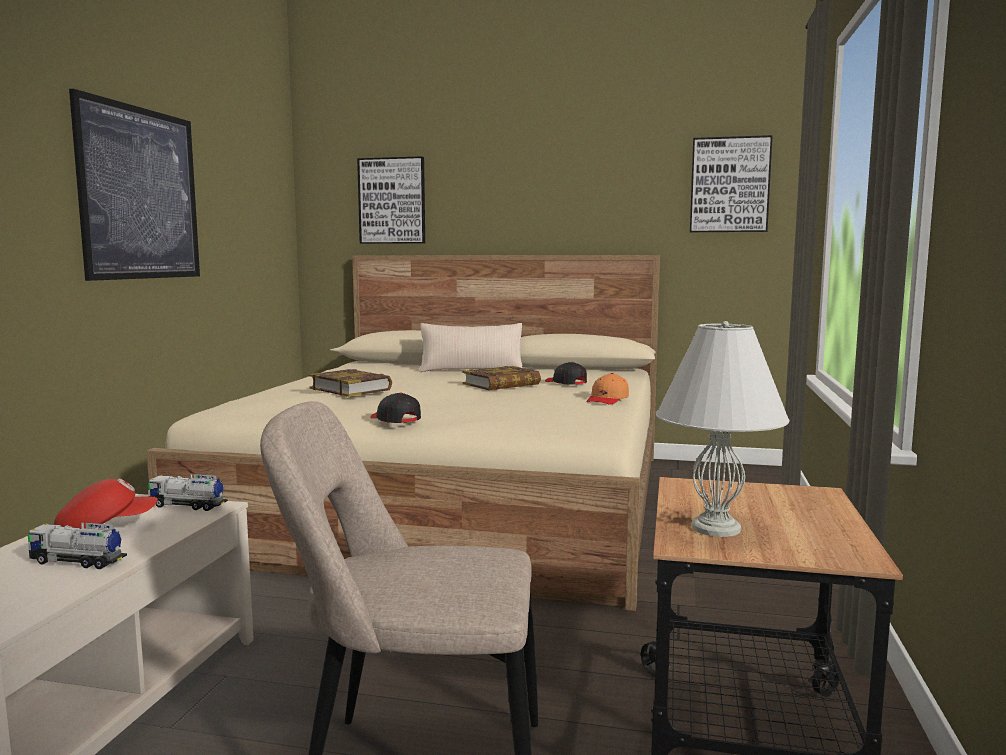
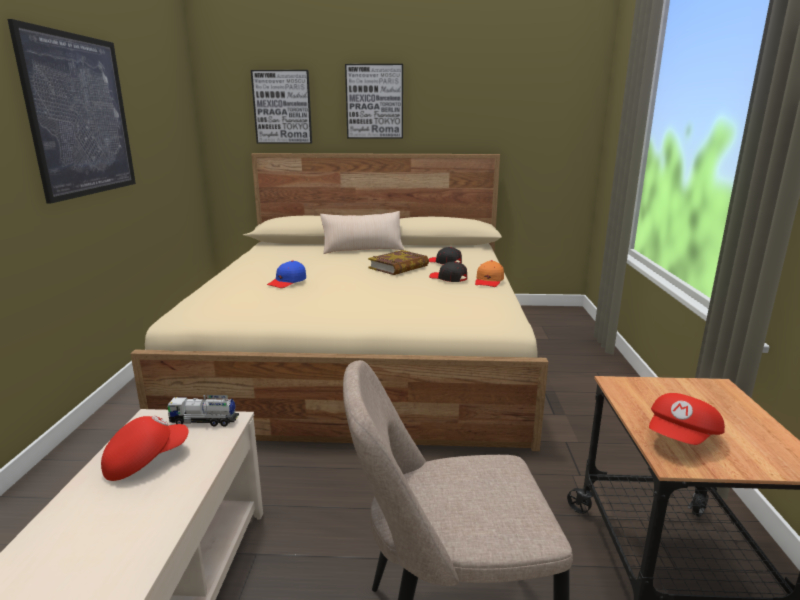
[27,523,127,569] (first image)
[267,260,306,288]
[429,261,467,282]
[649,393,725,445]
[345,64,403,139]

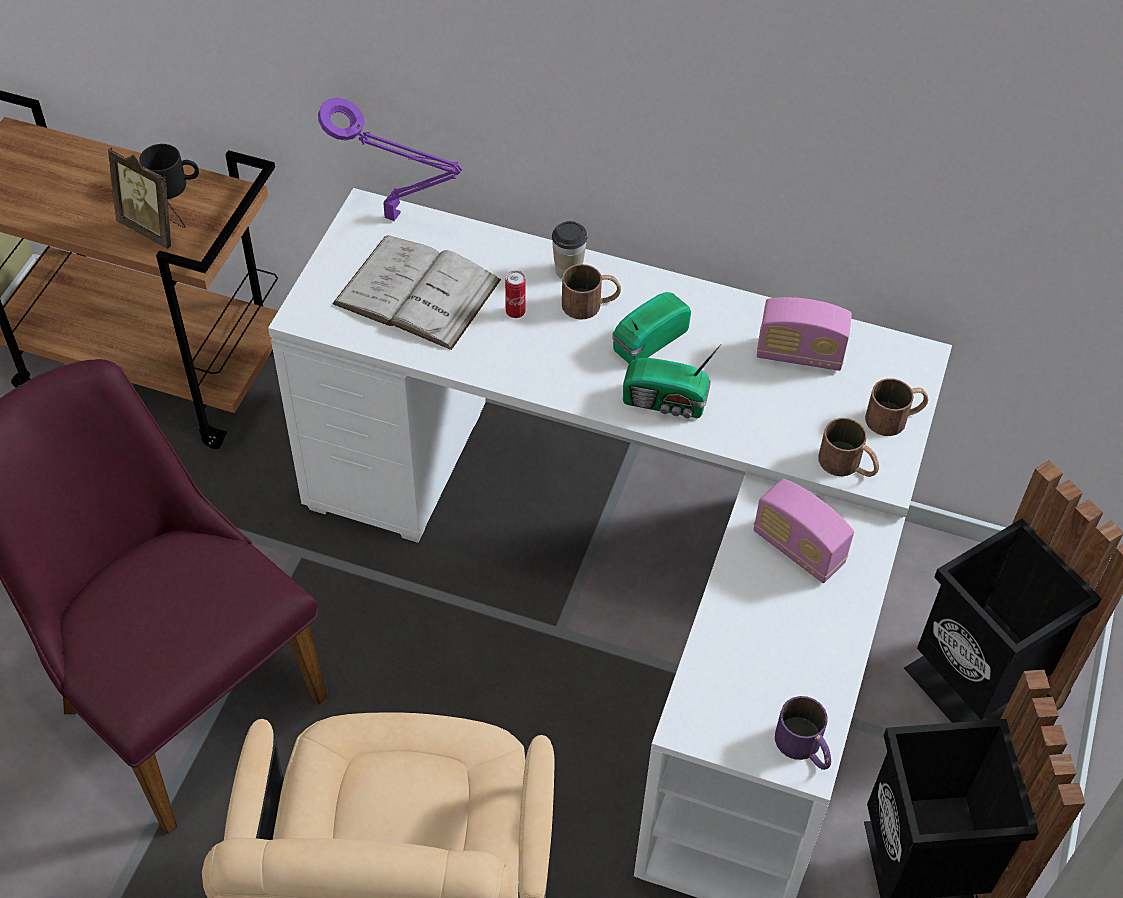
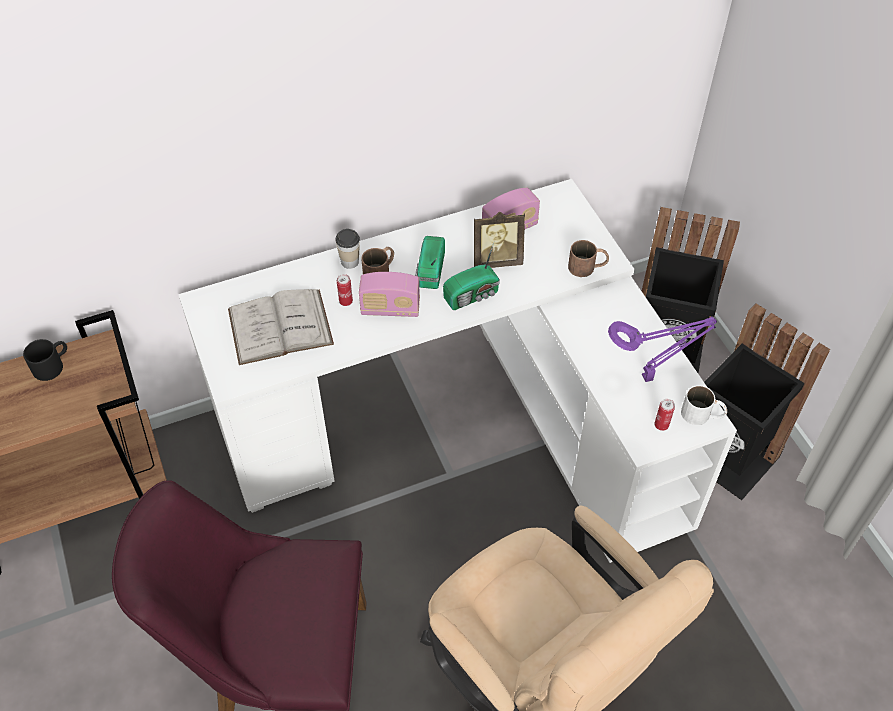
[474,212,525,268]
[608,316,717,382]
[359,272,420,317]
[681,385,727,425]
[865,378,928,436] (first image)
[655,399,675,431]

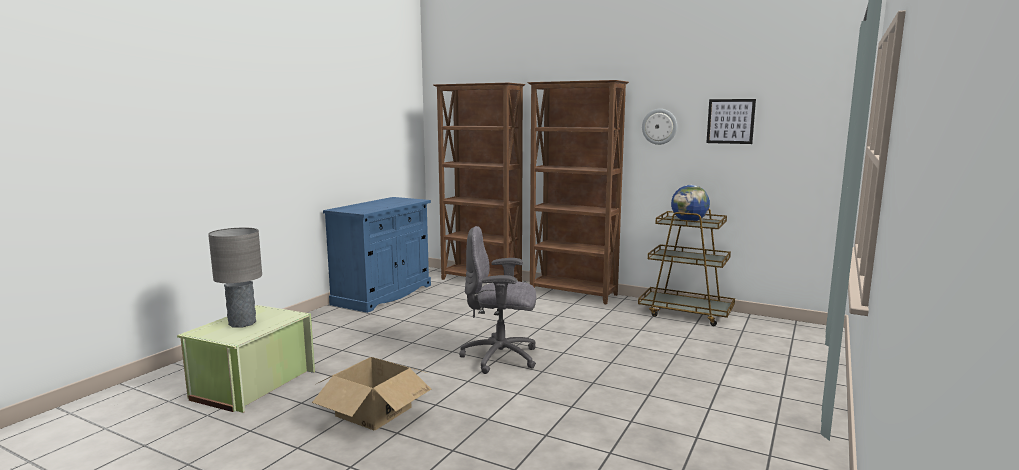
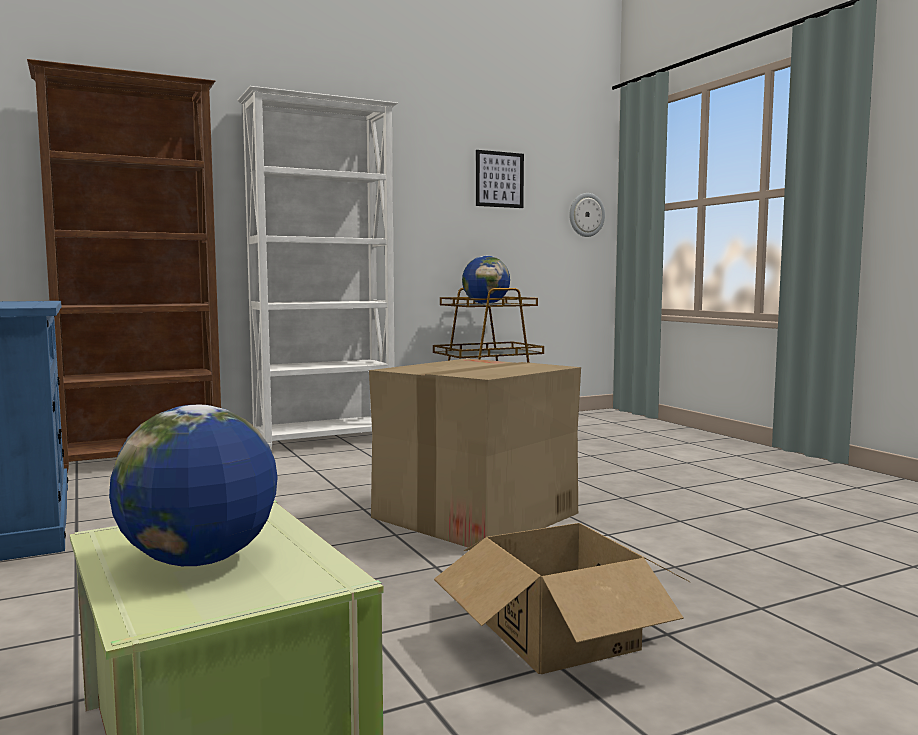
[109,405,278,566]
[369,358,581,548]
[237,86,398,449]
[569,193,605,237]

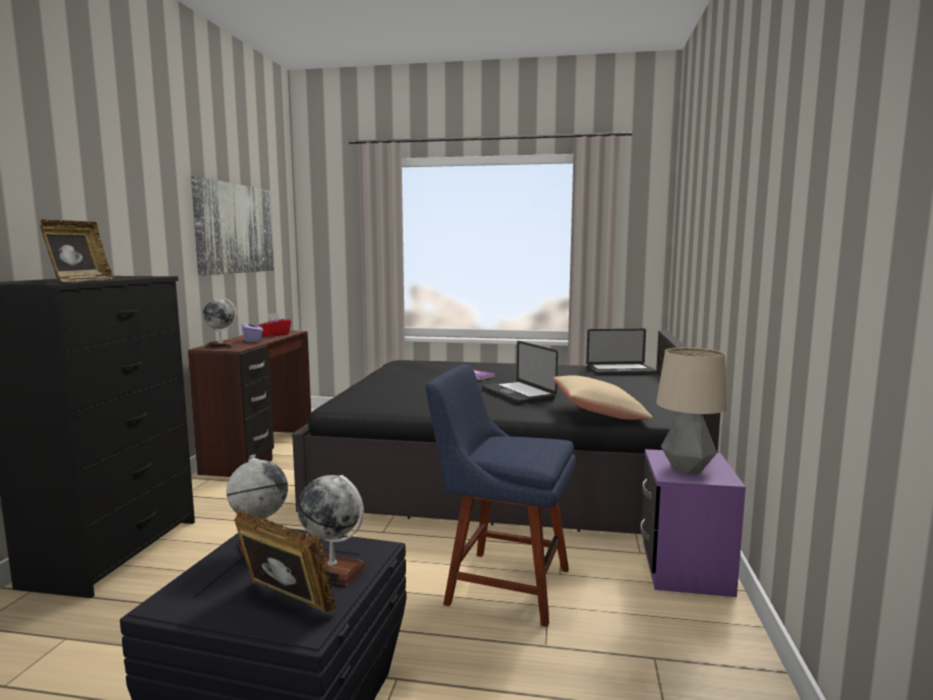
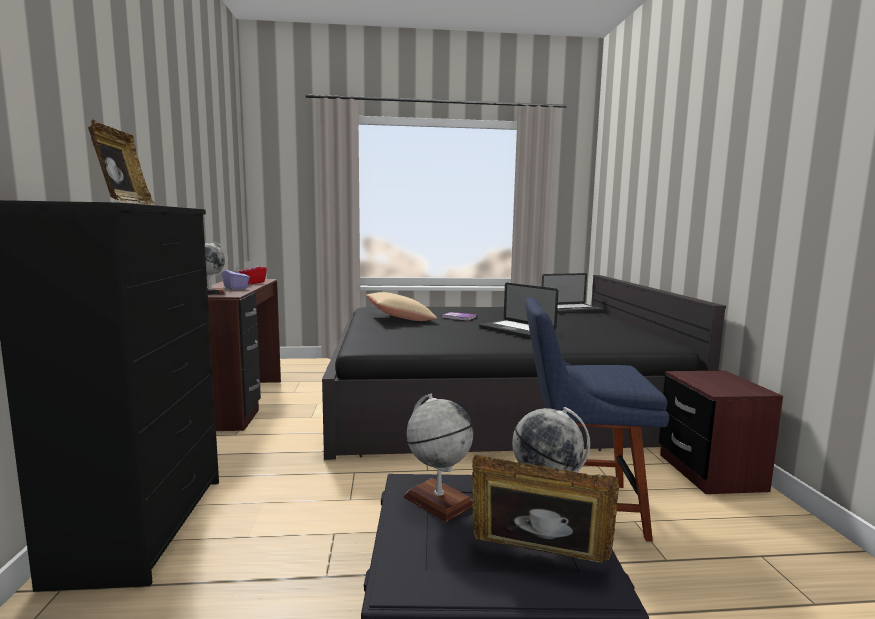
[191,176,274,276] (first image)
[366,292,437,321]
[659,371,783,494]
[656,347,728,474] (first image)

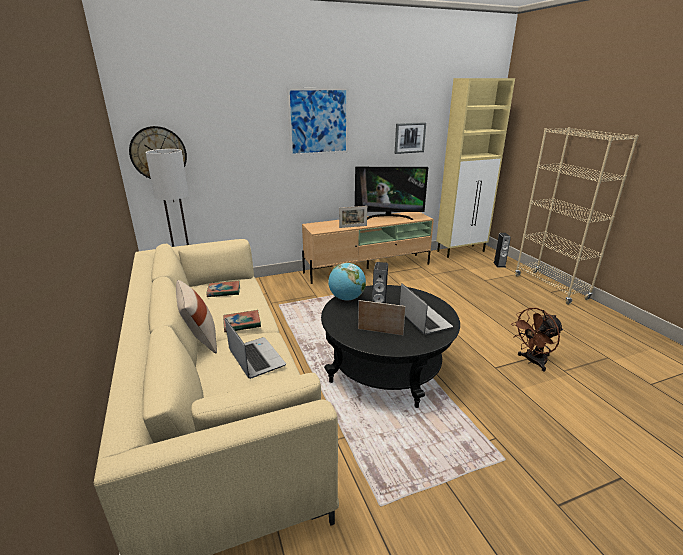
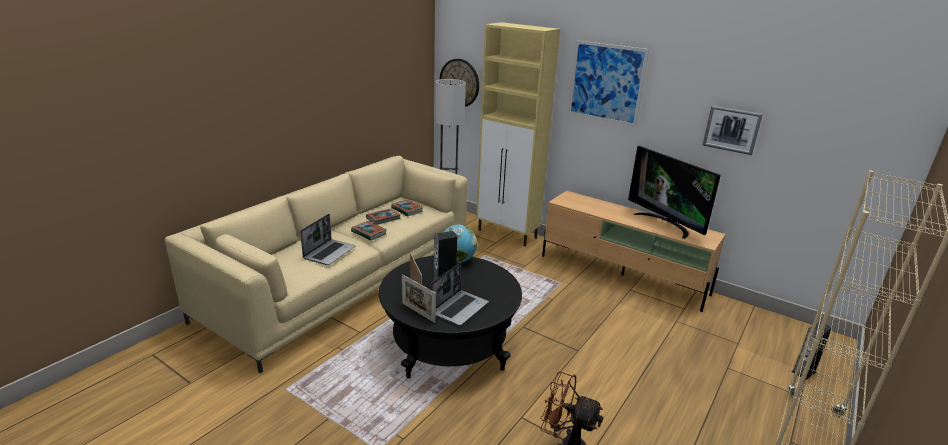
[176,280,217,354] (first image)
[402,274,436,323]
[476,22,560,246]
[366,208,400,225]

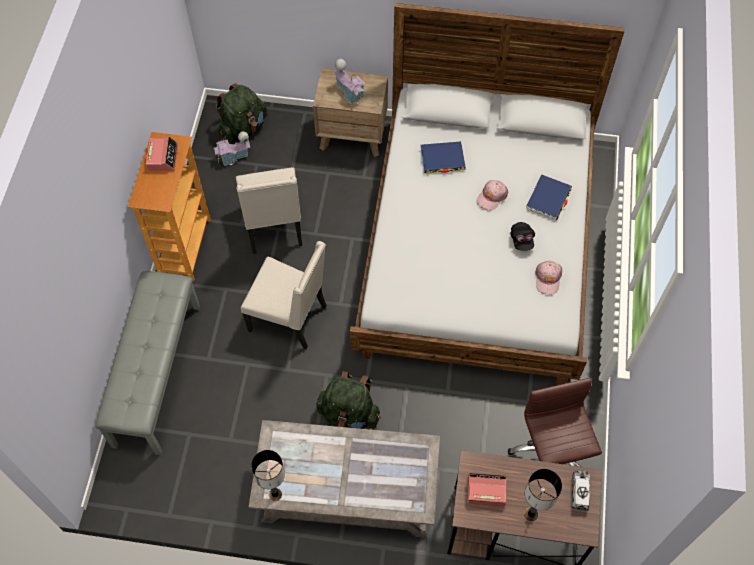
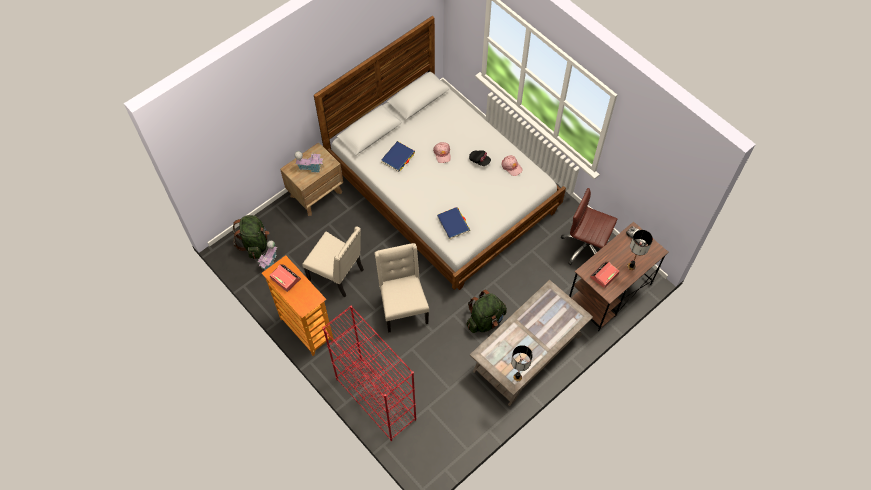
[323,305,416,441]
[375,243,429,333]
[437,207,470,240]

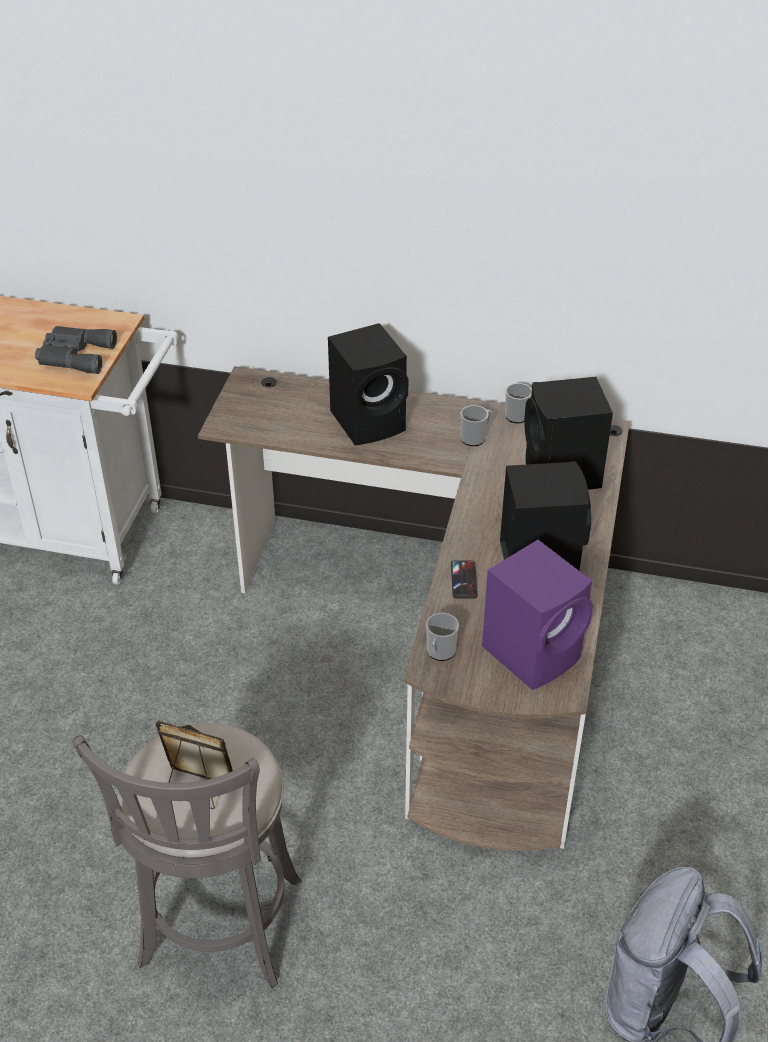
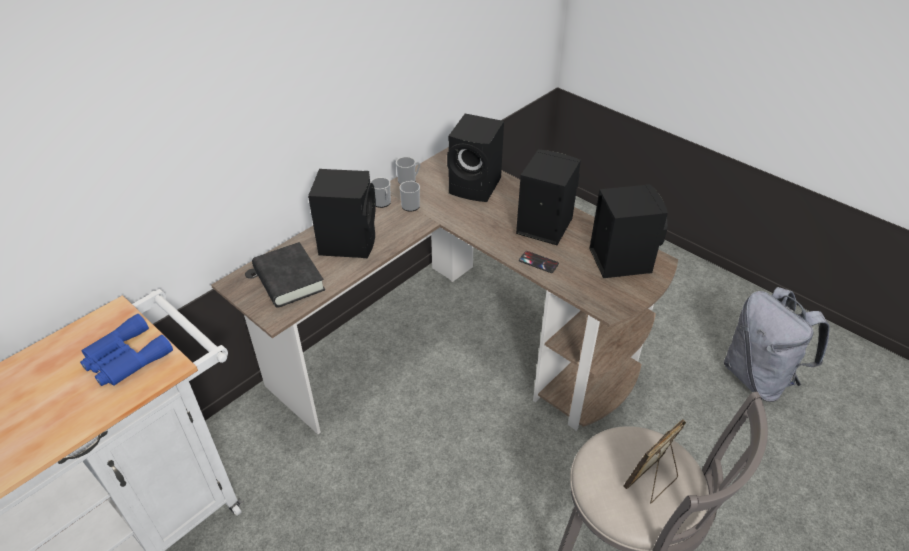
[80,314,173,386]
[370,177,391,208]
[589,184,668,278]
[252,242,325,308]

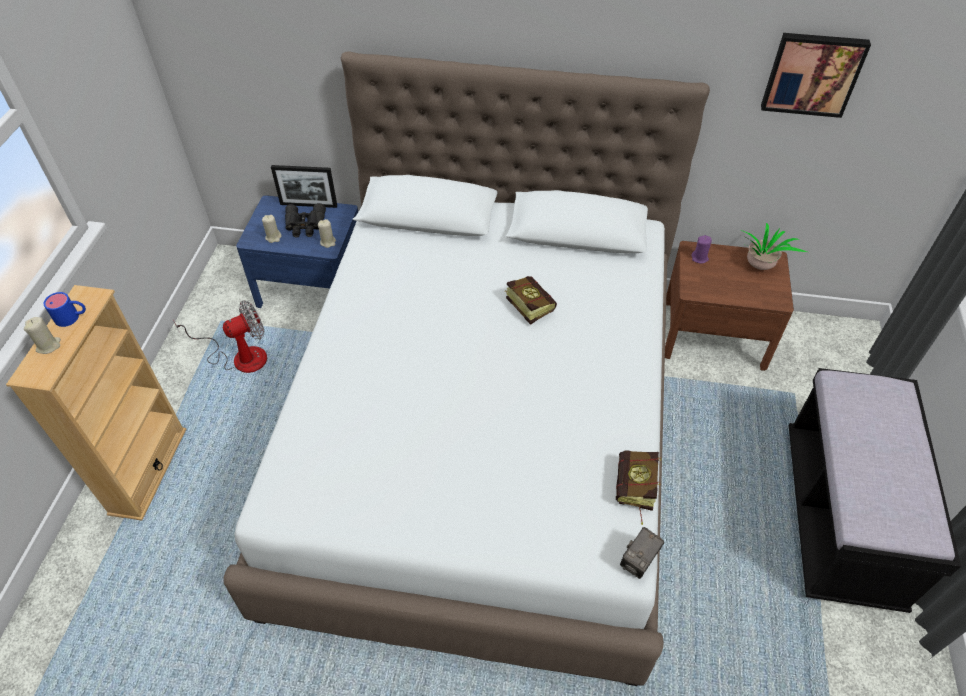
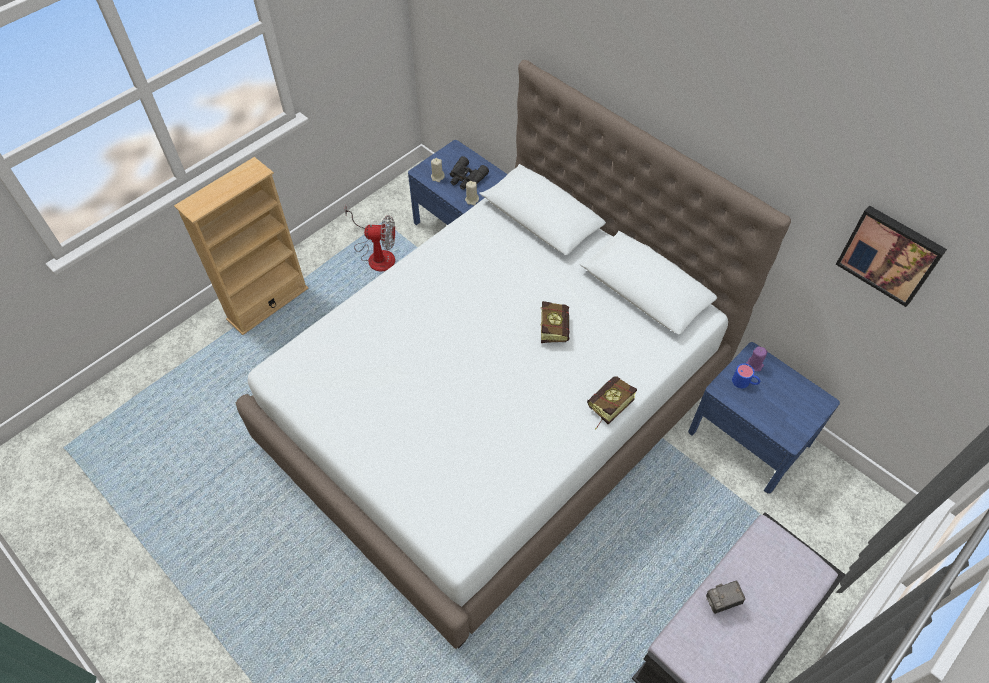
[24,317,61,354] (first image)
[732,363,760,388]
[271,165,337,208] (first image)
[587,376,637,429]
[706,580,745,614]
[688,342,840,494]
[741,223,807,270] (first image)

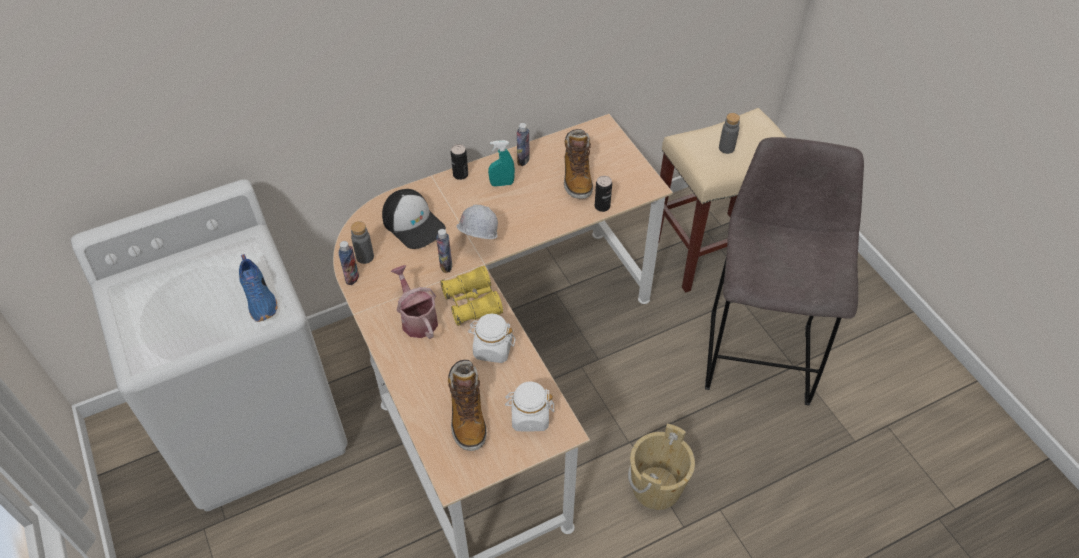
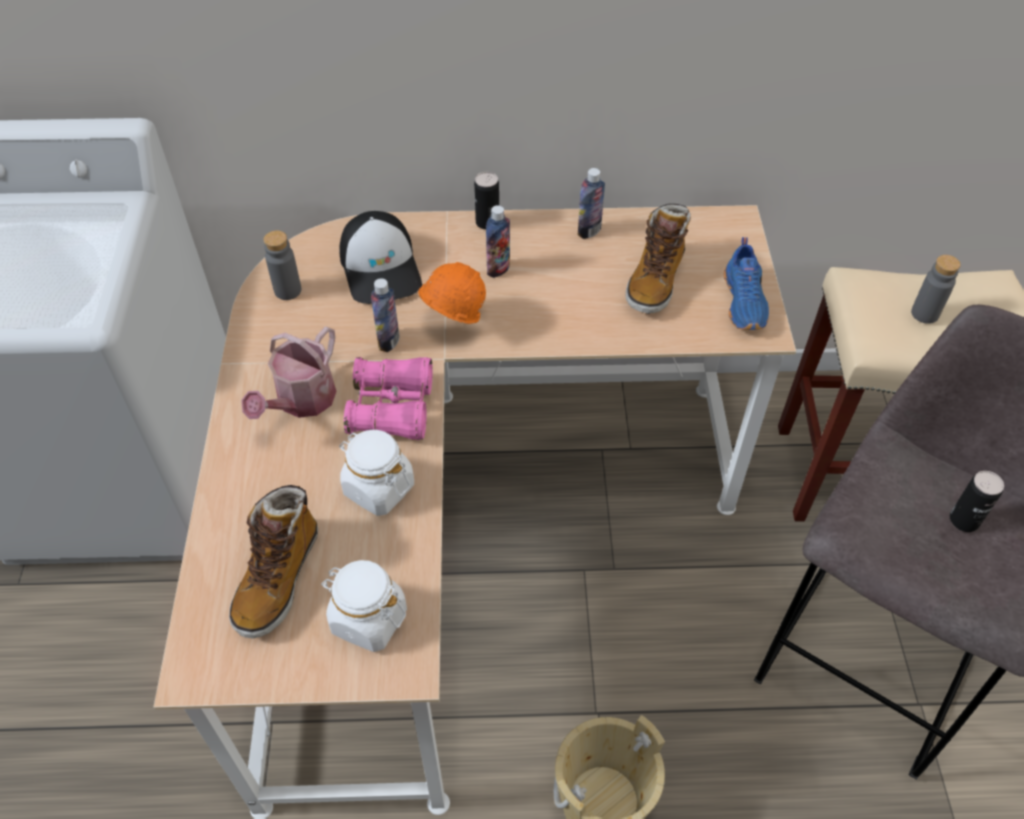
[723,237,769,330]
[486,205,510,278]
[241,326,337,419]
[344,357,433,440]
[418,262,486,324]
[488,140,515,187] (first image)
[950,471,1004,532]

